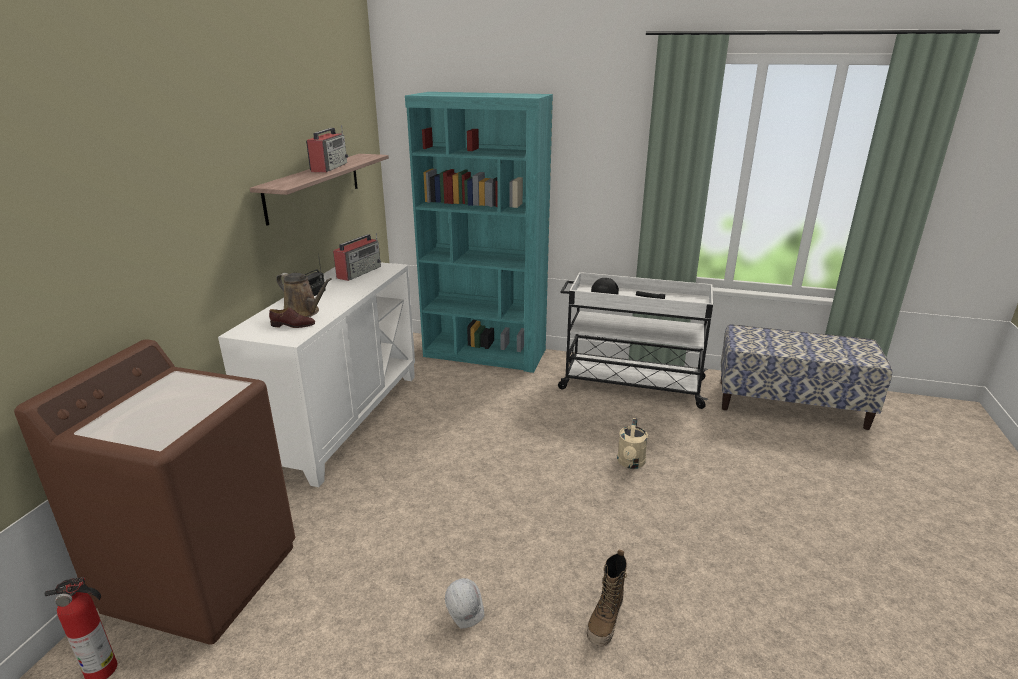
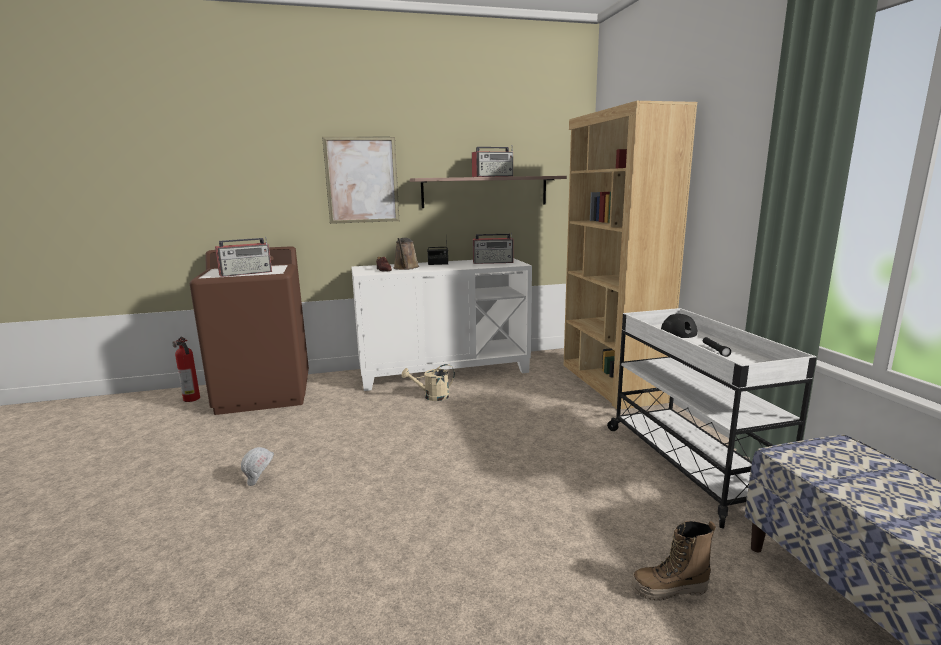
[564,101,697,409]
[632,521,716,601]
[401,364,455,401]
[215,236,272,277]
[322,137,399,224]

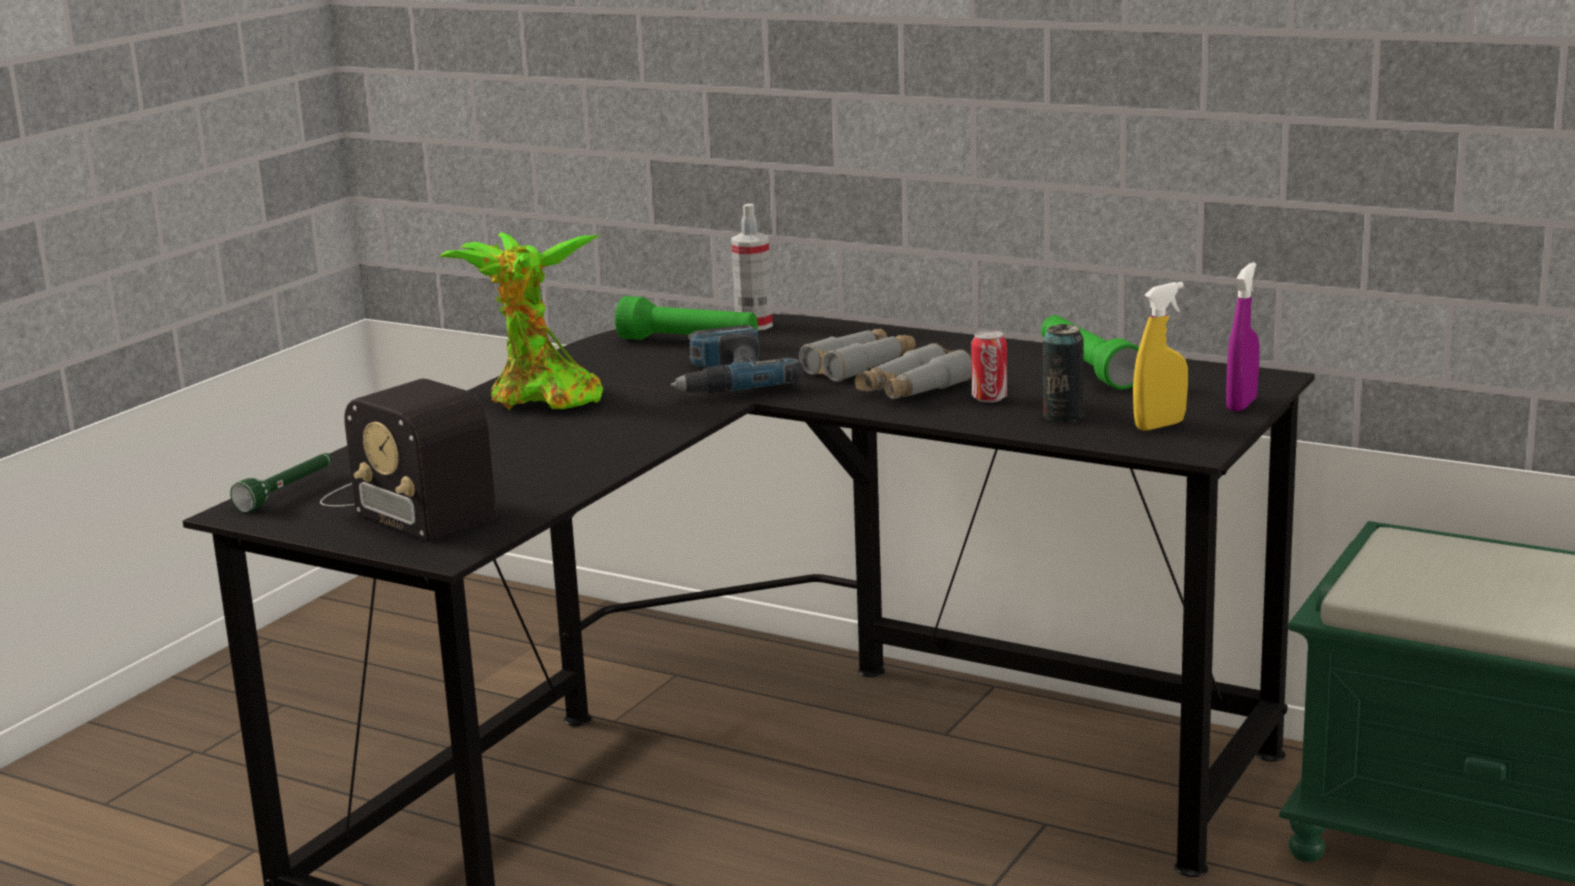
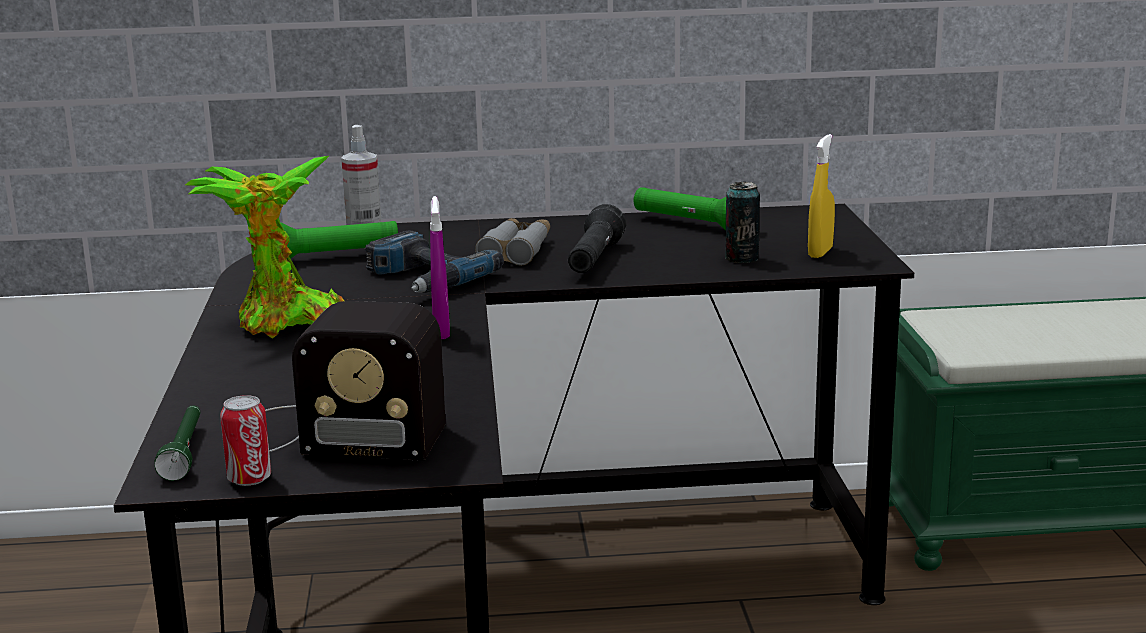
[568,204,626,273]
[220,395,271,486]
[430,196,450,339]

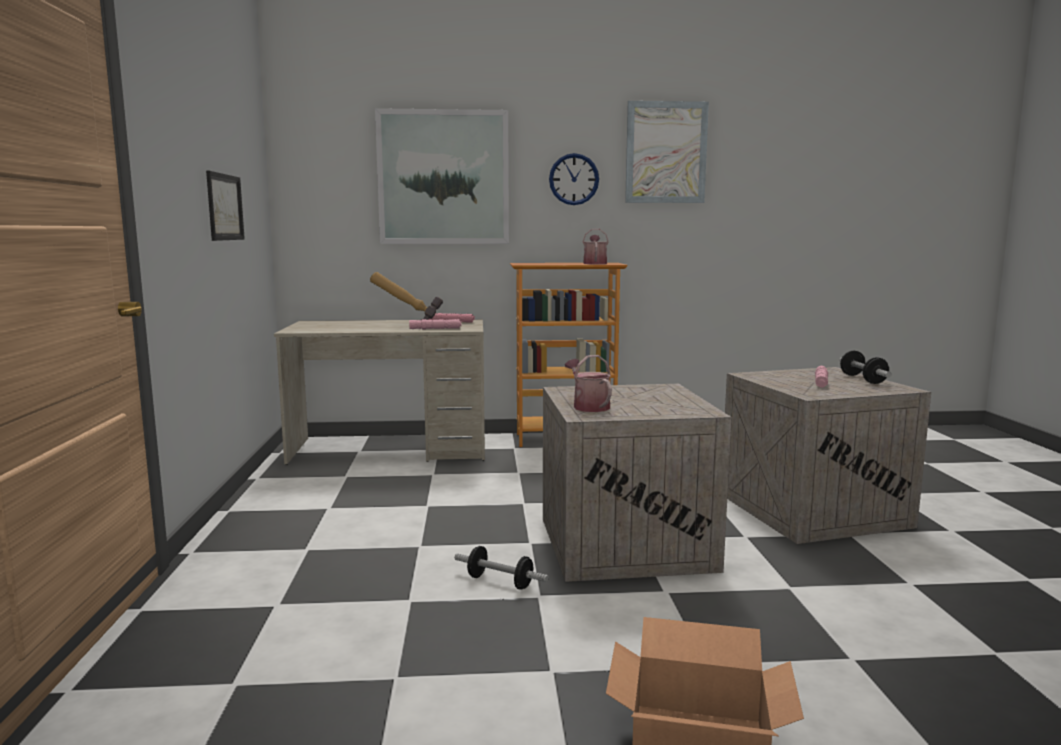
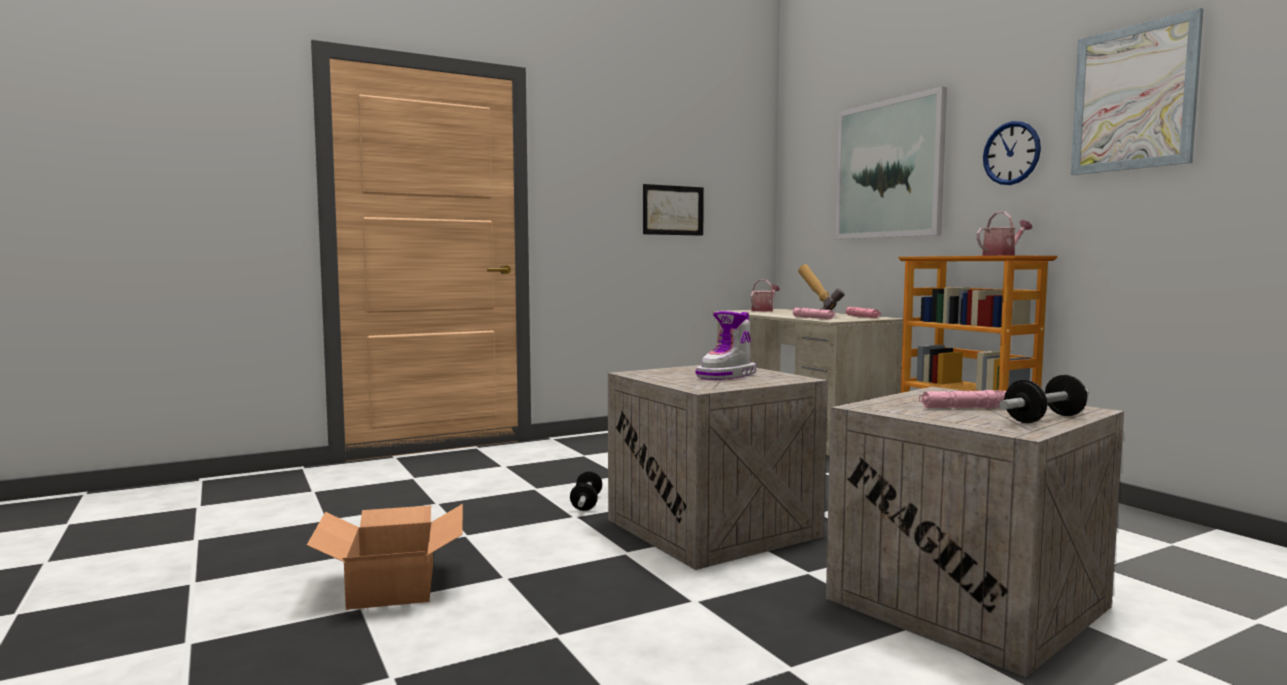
[751,279,780,311]
[695,311,756,380]

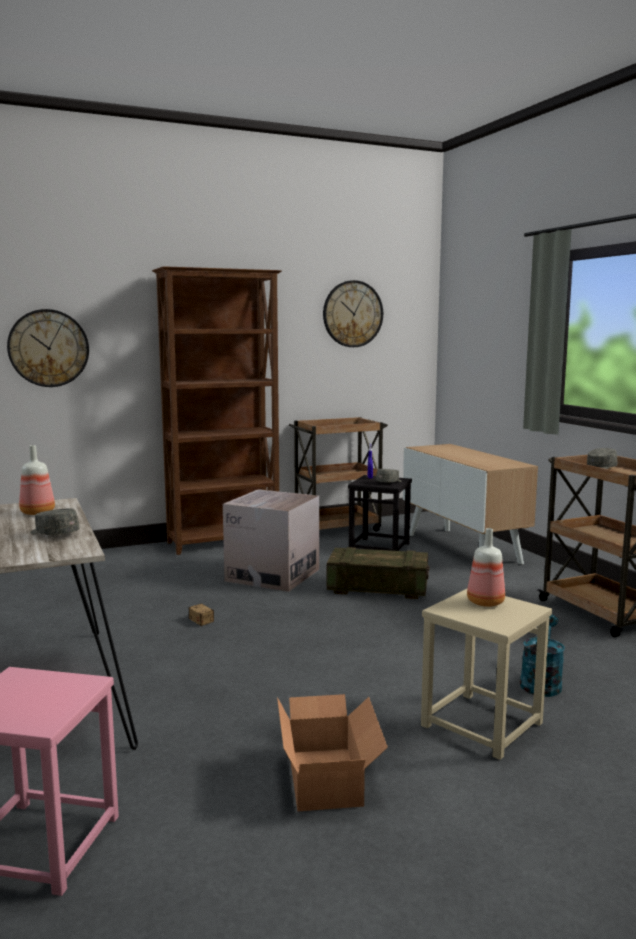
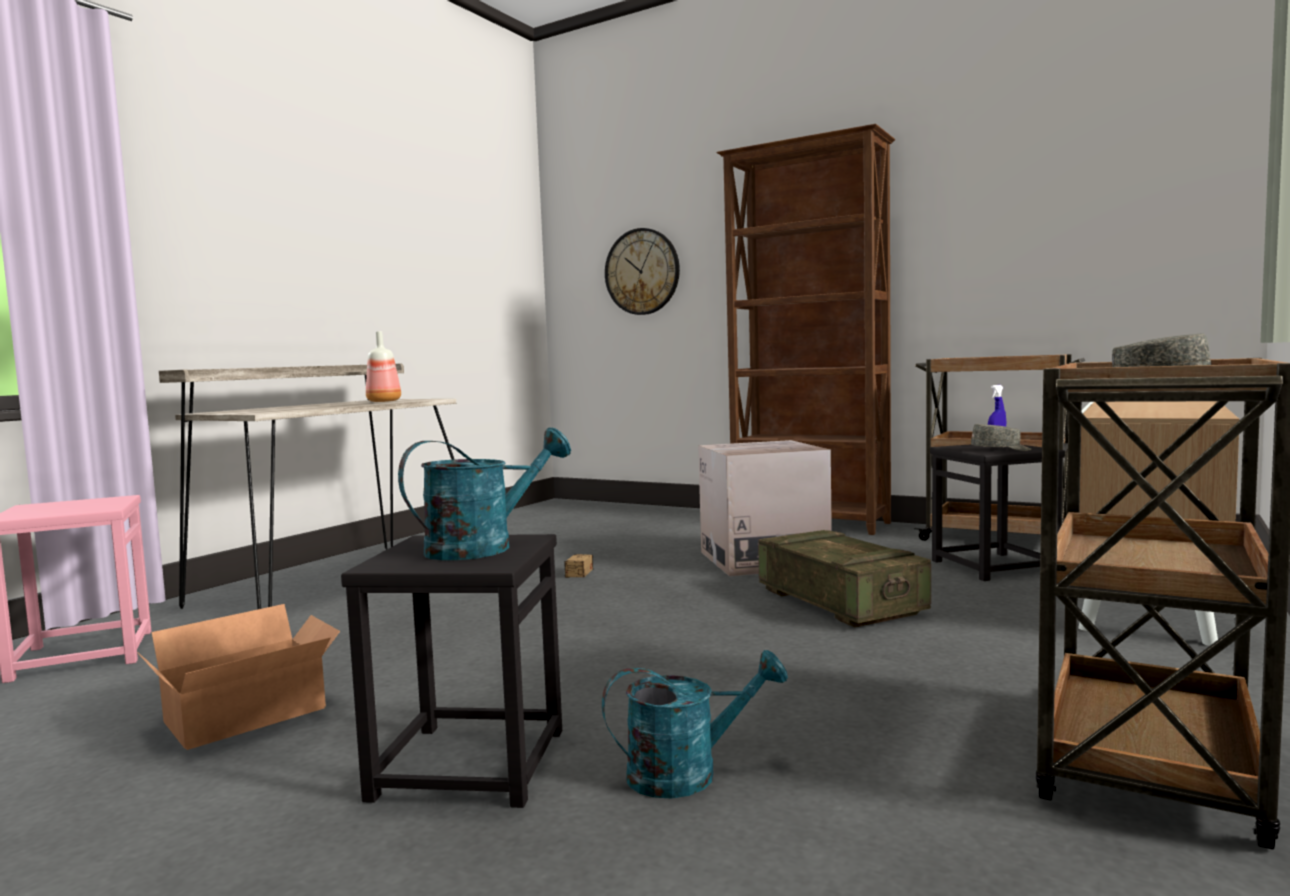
[30,508,80,535] (first image)
[323,280,383,347] (first image)
[341,534,562,808]
[398,428,571,560]

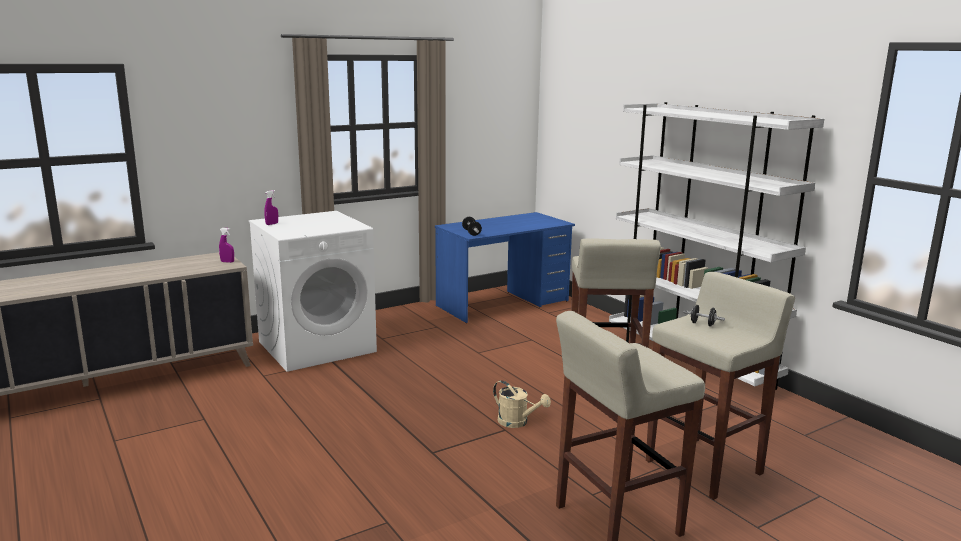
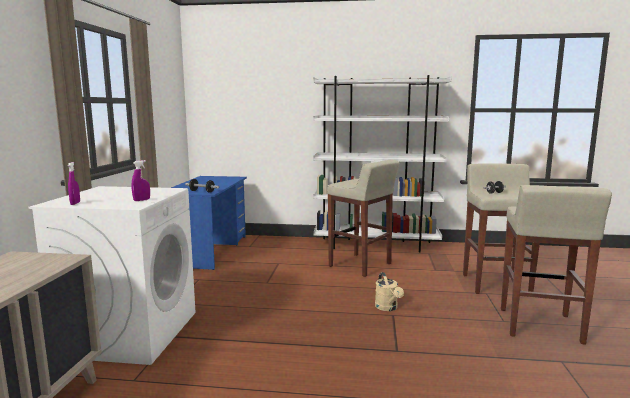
[132,160,150,201]
[375,272,404,311]

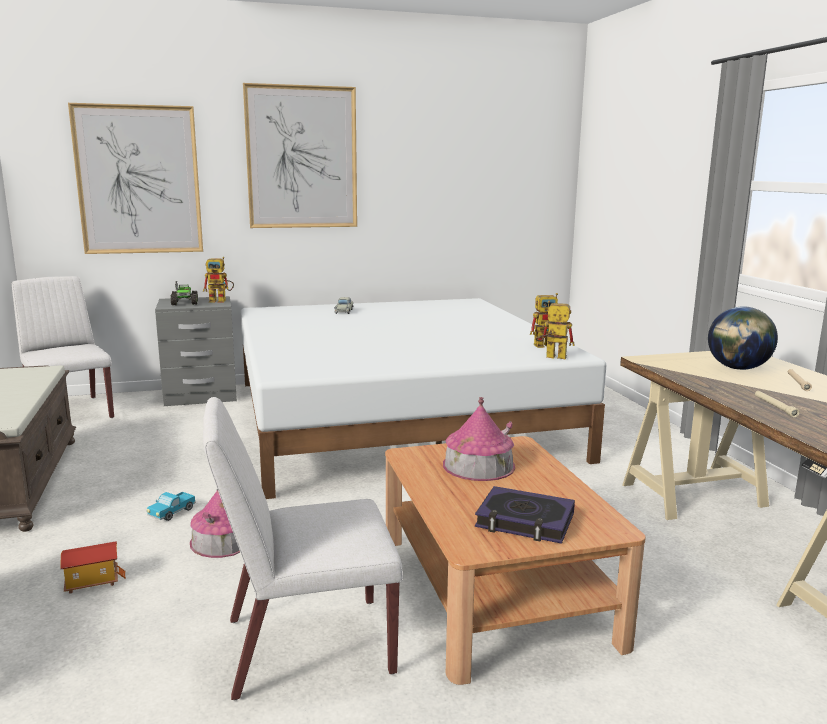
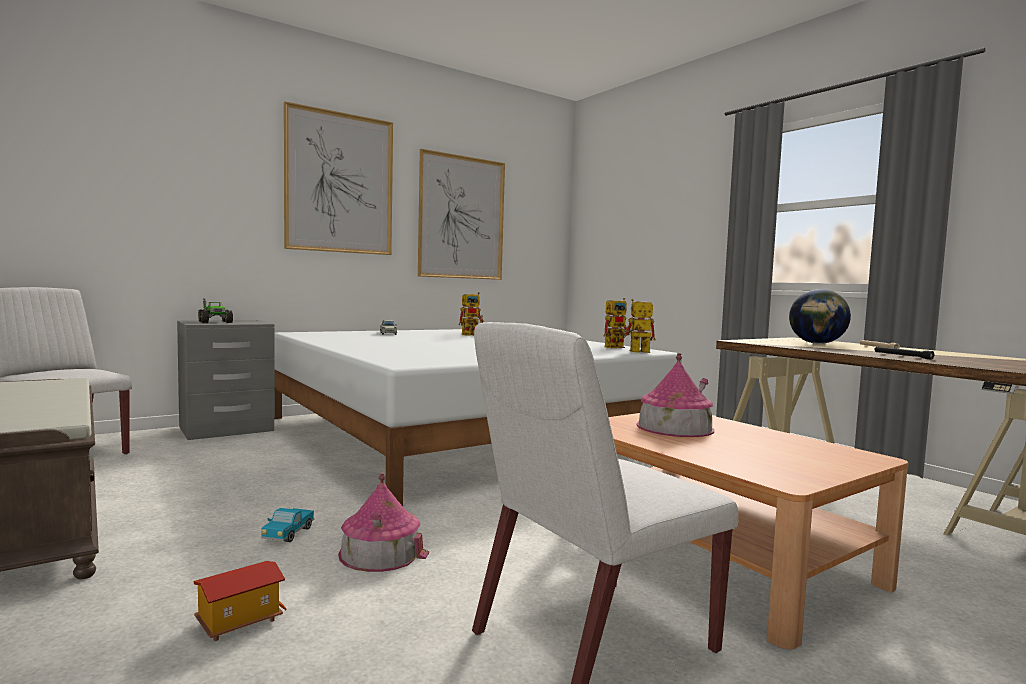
[418,149,505,280]
[459,292,484,335]
[475,486,575,544] (first image)
[875,347,934,360]

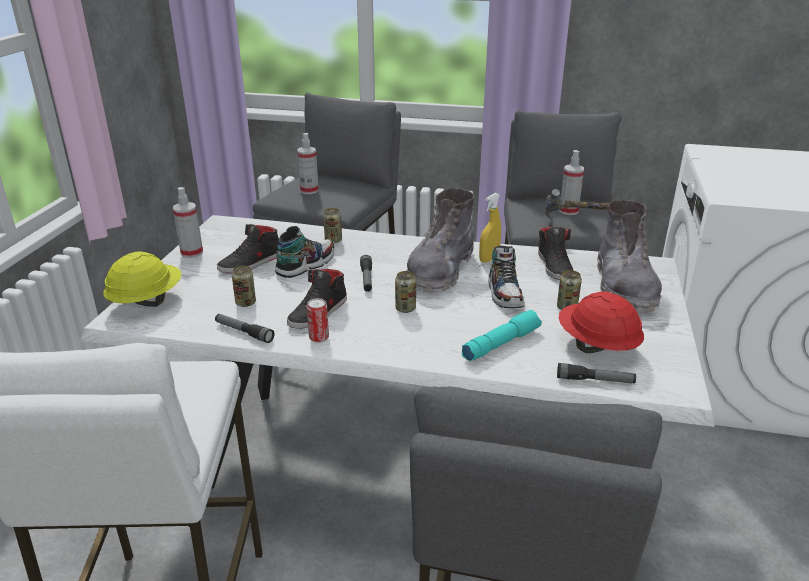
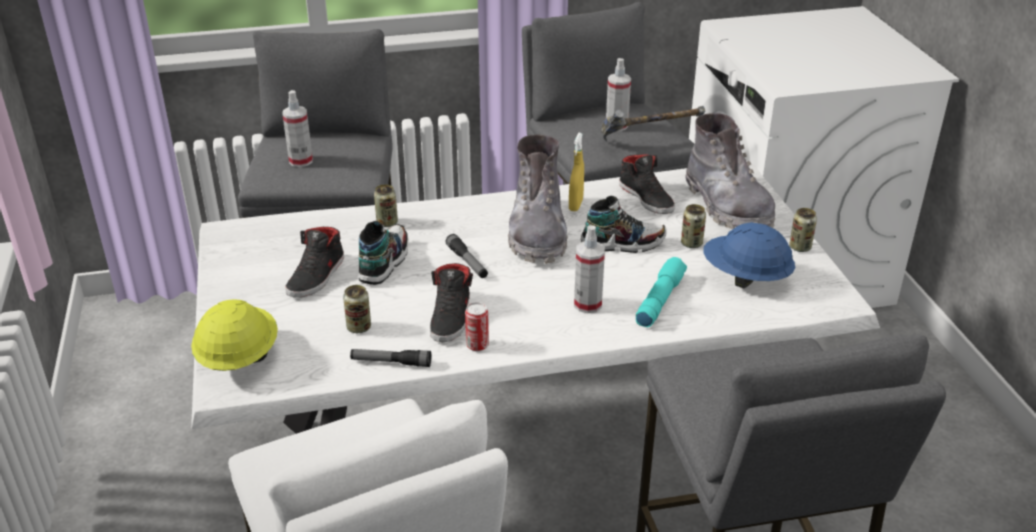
[574,225,605,313]
[789,208,817,252]
[581,196,667,253]
[557,363,636,384] (first image)
[703,222,795,289]

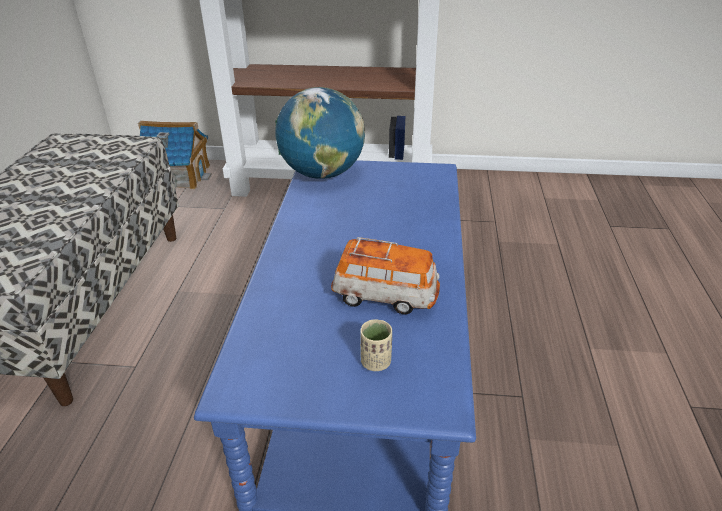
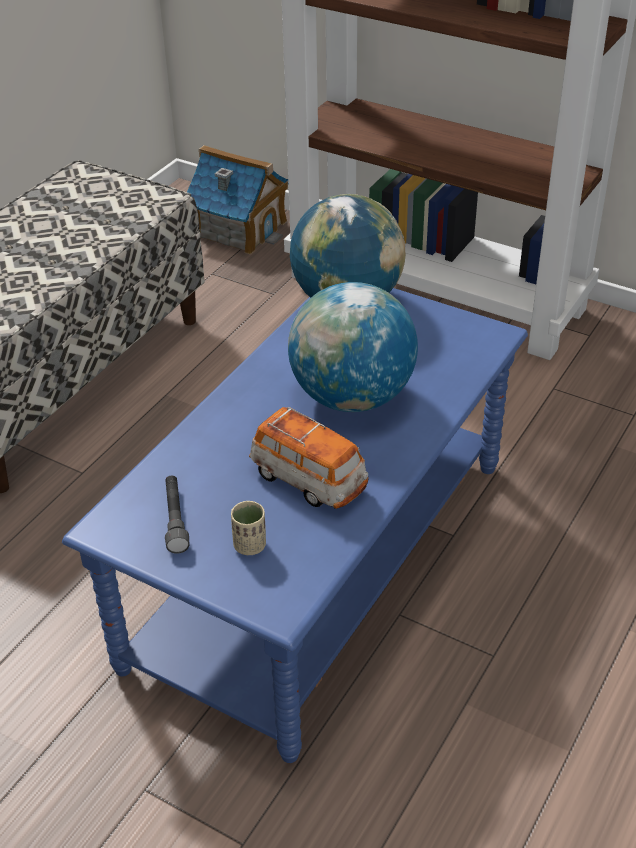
[165,476,189,554]
[288,282,418,412]

